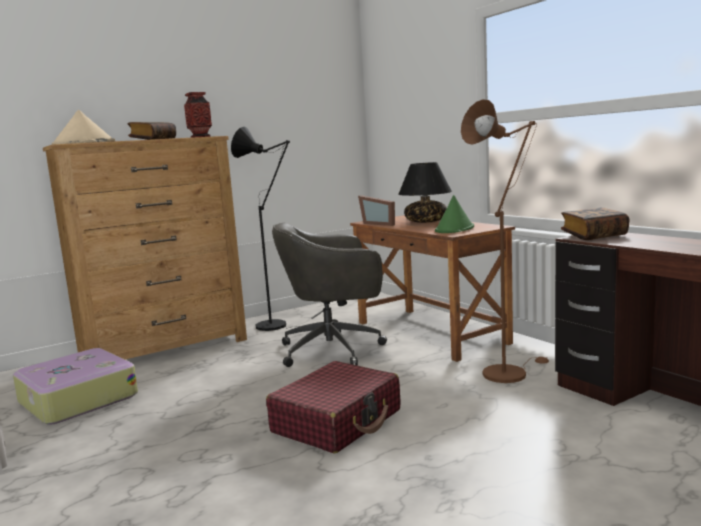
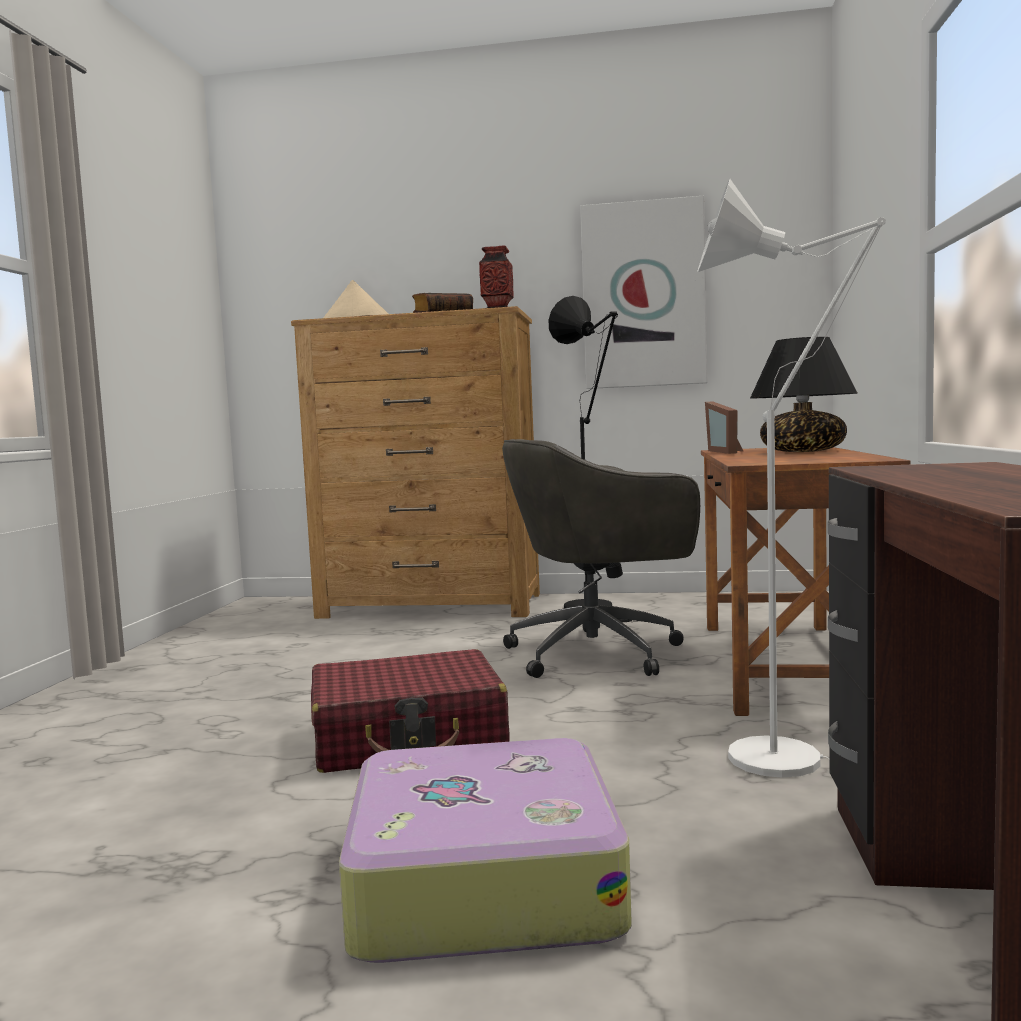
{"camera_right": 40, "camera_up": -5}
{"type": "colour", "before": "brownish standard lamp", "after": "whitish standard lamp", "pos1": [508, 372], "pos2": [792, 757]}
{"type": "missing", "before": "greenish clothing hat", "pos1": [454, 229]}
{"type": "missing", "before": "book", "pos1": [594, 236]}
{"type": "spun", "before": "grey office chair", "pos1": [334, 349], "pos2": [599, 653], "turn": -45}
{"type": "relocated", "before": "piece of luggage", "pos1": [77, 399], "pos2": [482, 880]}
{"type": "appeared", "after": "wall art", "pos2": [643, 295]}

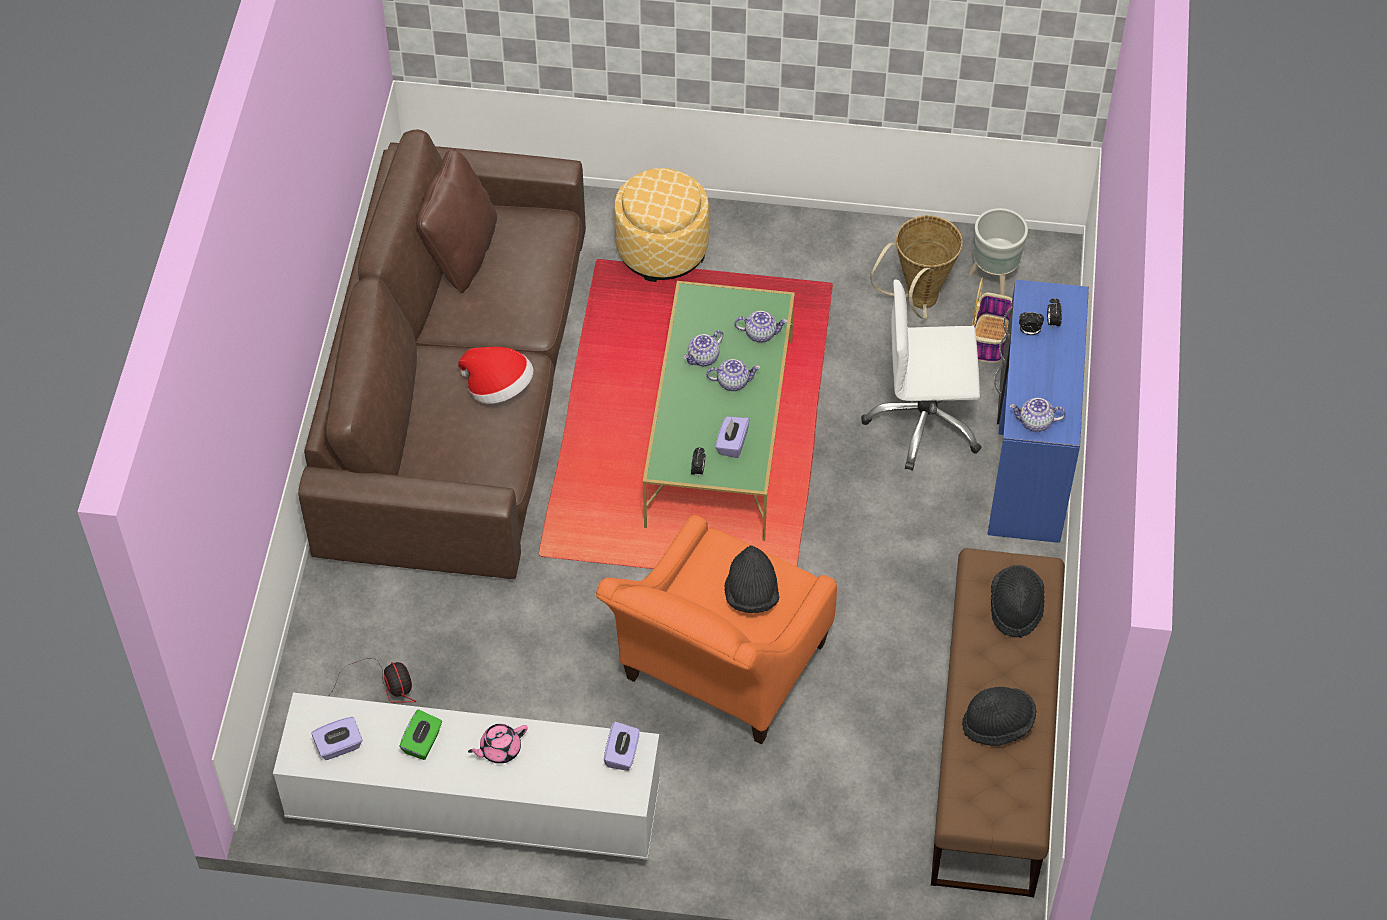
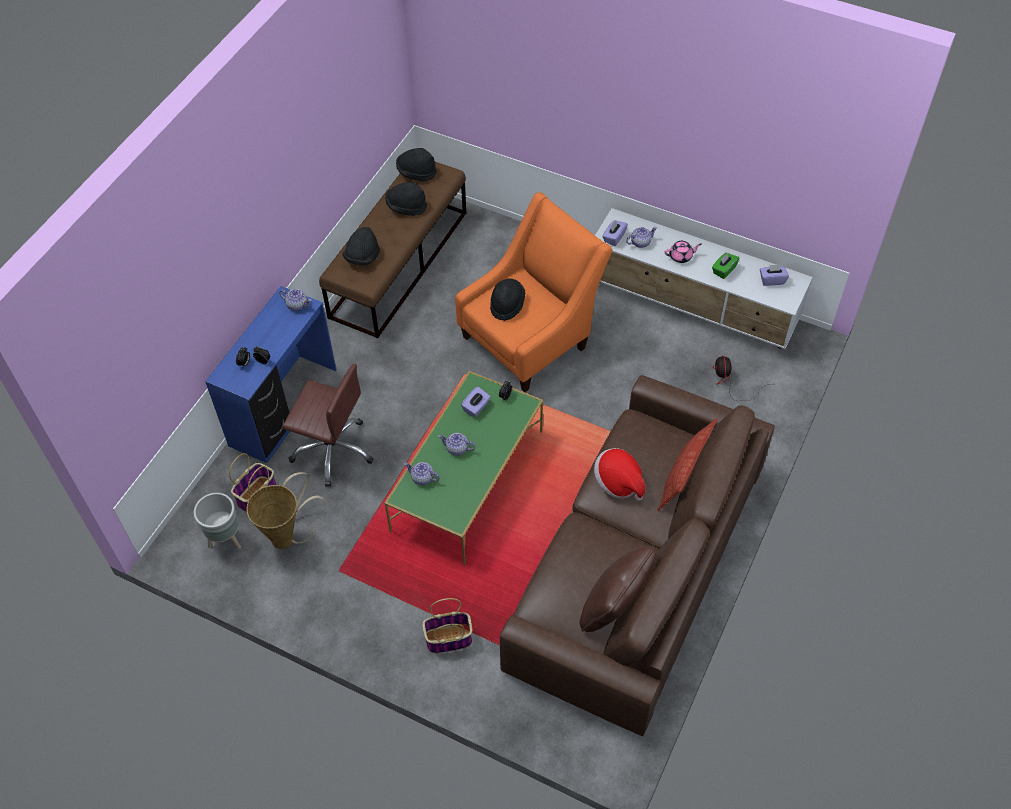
{"camera_right": -160, "camera_up": 0}
{"type": "exchanged", "before": "footrest", "after": "basket", "pos1": [662, 249], "pos2": [448, 639]}
{"type": "colour", "before": "whitish office chair", "after": "brownish office chair", "pos1": [924, 422], "pos2": [333, 450]}
{"type": "relocated", "before": "tea pot", "pos1": [703, 358], "pos2": [640, 242]}
{"type": "appeared", "after": "black clothing hat", "pos2": [416, 172]}
{"type": "appeared", "after": "pillow", "pos2": [683, 477]}

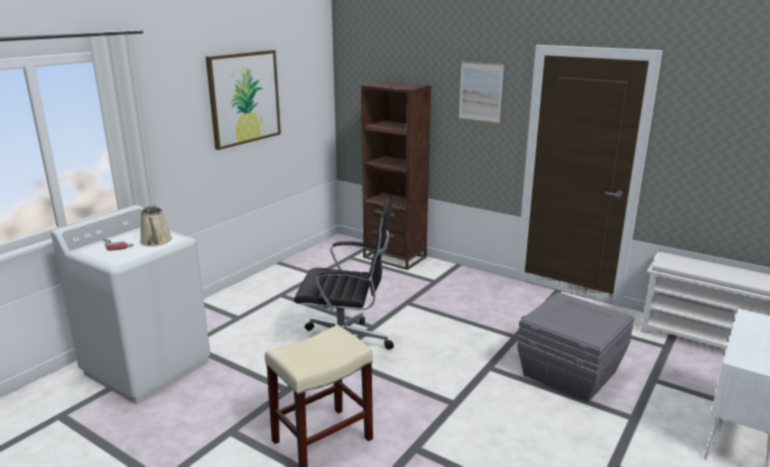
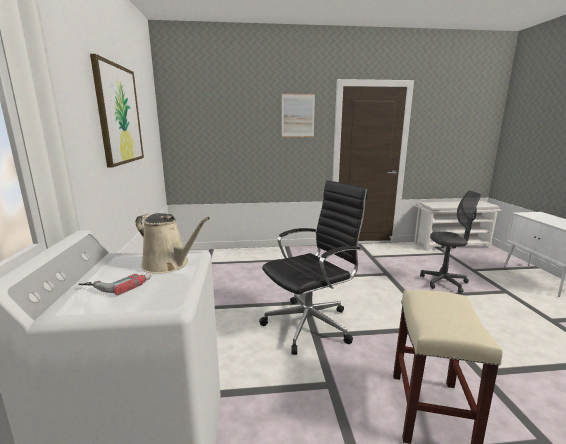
{"camera_right": -40, "camera_up": -5}
{"type": "missing", "before": "brownish shelving unit", "pos1": [394, 257]}
{"type": "exchanged", "before": "grey storage box", "after": "grey office chair", "pos1": [568, 373], "pos2": [444, 282]}

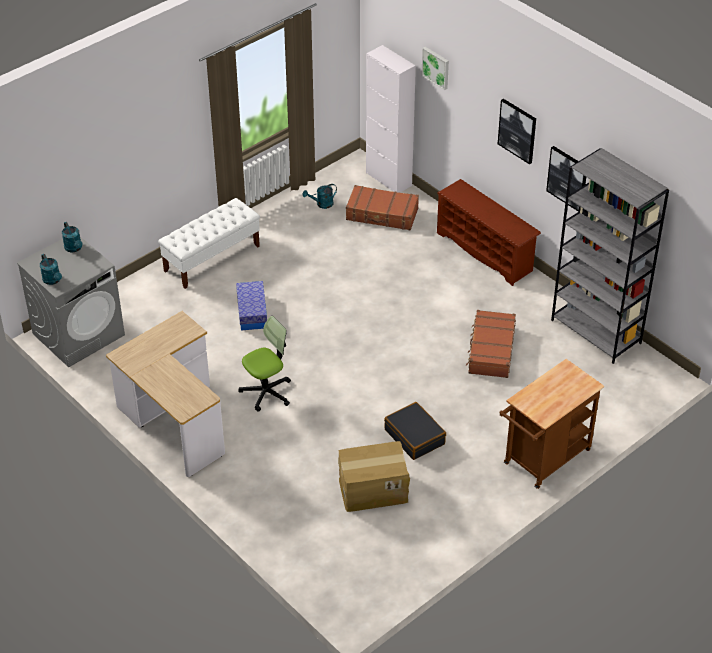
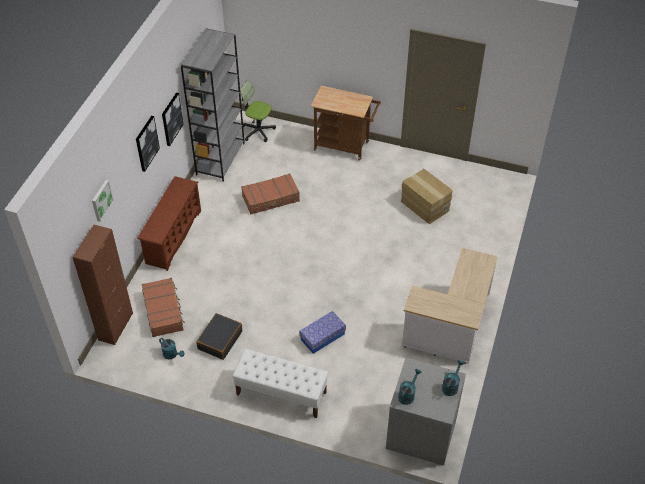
{"camera_right": -120, "camera_up": 5}
{"type": "colour", "before": "whitish cupboard", "after": "brownish cupboard", "pos1": [388, 179], "pos2": [115, 326]}
{"type": "relocated", "before": "office chair", "pos1": [266, 392], "pos2": [258, 131]}
{"type": "relocated", "before": "black piece of luggage", "pos1": [415, 436], "pos2": [220, 340]}

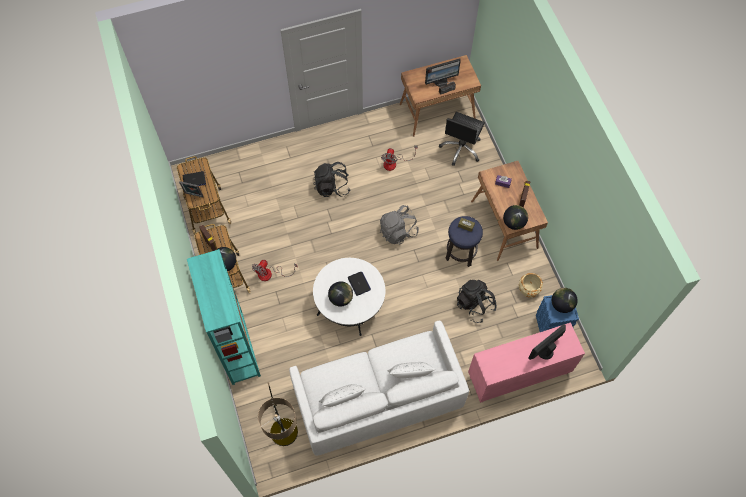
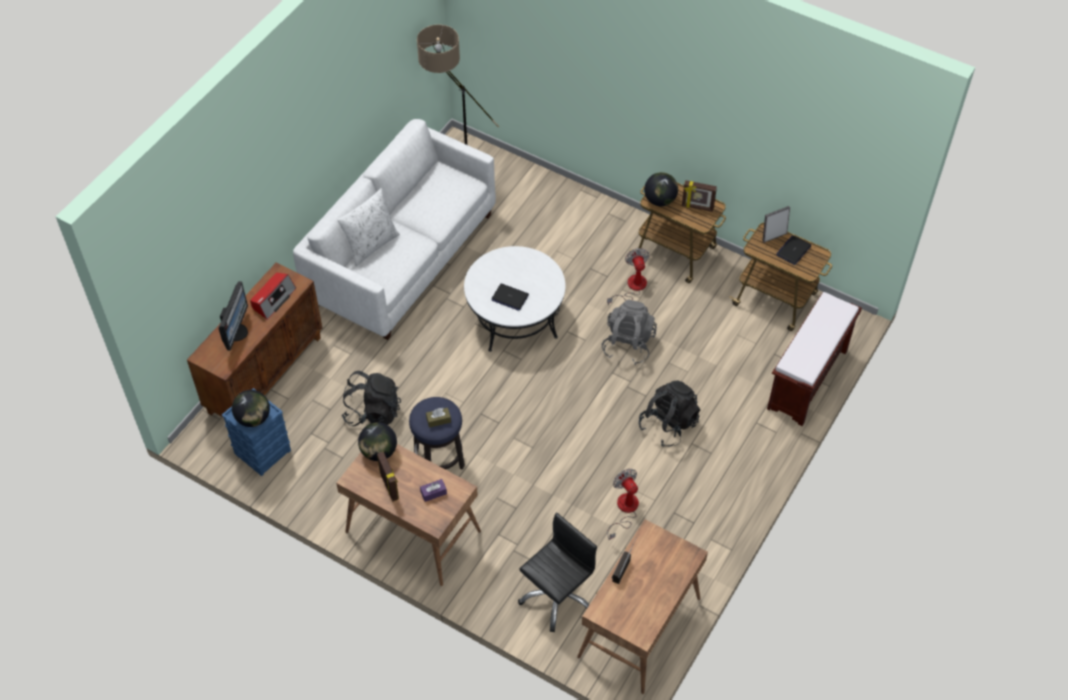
{"camera_right": 140, "camera_up": -10}
{"type": "missing", "before": "computer screen", "pos1": [441, 81]}
{"type": "spun", "before": "black office chair", "pos1": [461, 148], "pos2": [557, 596], "turn": 60}
{"type": "relocated", "before": "grey backpack", "pos1": [398, 231], "pos2": [628, 344]}
{"type": "missing", "before": "turquoise-coloured shelving unit", "pos1": [237, 348]}
{"type": "missing", "before": "beige-coloured plant pot", "pos1": [528, 290]}
{"type": "missing", "before": "world globe", "pos1": [341, 298]}
{"type": "colour", "before": "pink-coloured cupboard", "after": "brownish cupboard", "pos1": [518, 375], "pos2": [265, 374]}
{"type": "missing", "before": "whitish pillow", "pos1": [342, 401]}
{"type": "appeared", "after": "radio", "pos2": [273, 299]}
{"type": "appeared", "after": "brownish bench", "pos2": [807, 381]}

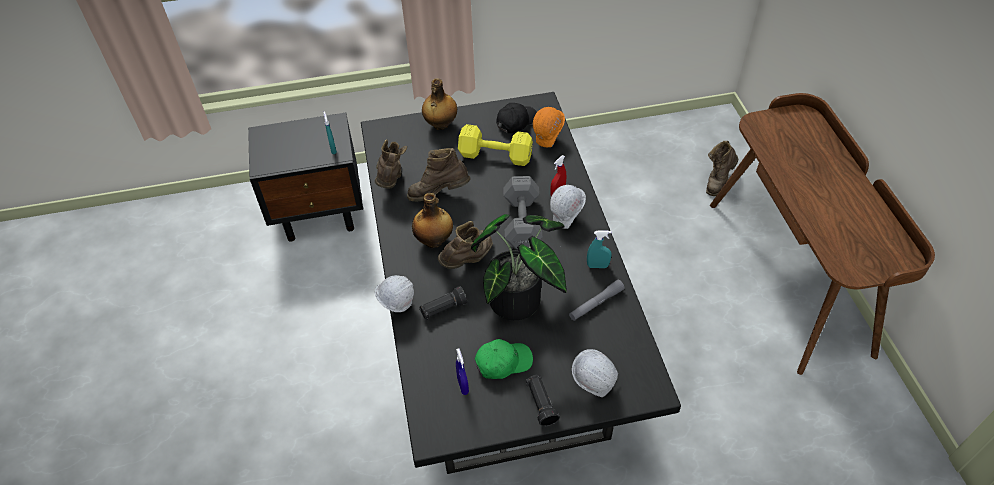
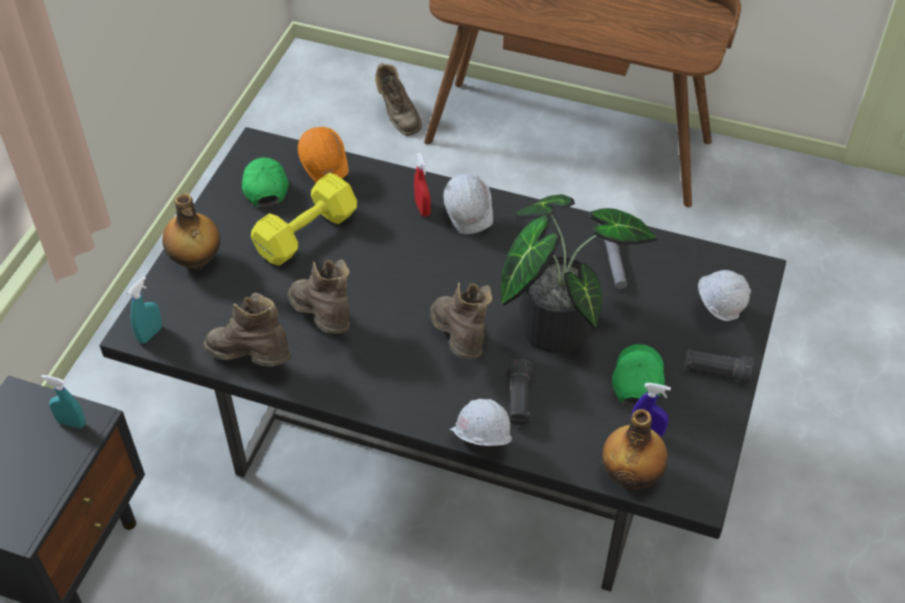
{"camera_right": -60, "camera_up": 0}
{"type": "colour", "before": "black baseball cap", "after": "greenish baseball cap", "pos1": [516, 121], "pos2": [265, 186]}
{"type": "spun", "before": "brownish tall boot", "pos1": [439, 194], "pos2": [324, 320], "turn": 120}
{"type": "missing", "before": "grey dumbbell", "pos1": [522, 221]}
{"type": "relocated", "before": "bottle", "pos1": [434, 241], "pos2": [631, 476]}
{"type": "relocated", "before": "turquoise-coloured hand sprayer", "pos1": [597, 266], "pos2": [150, 334]}

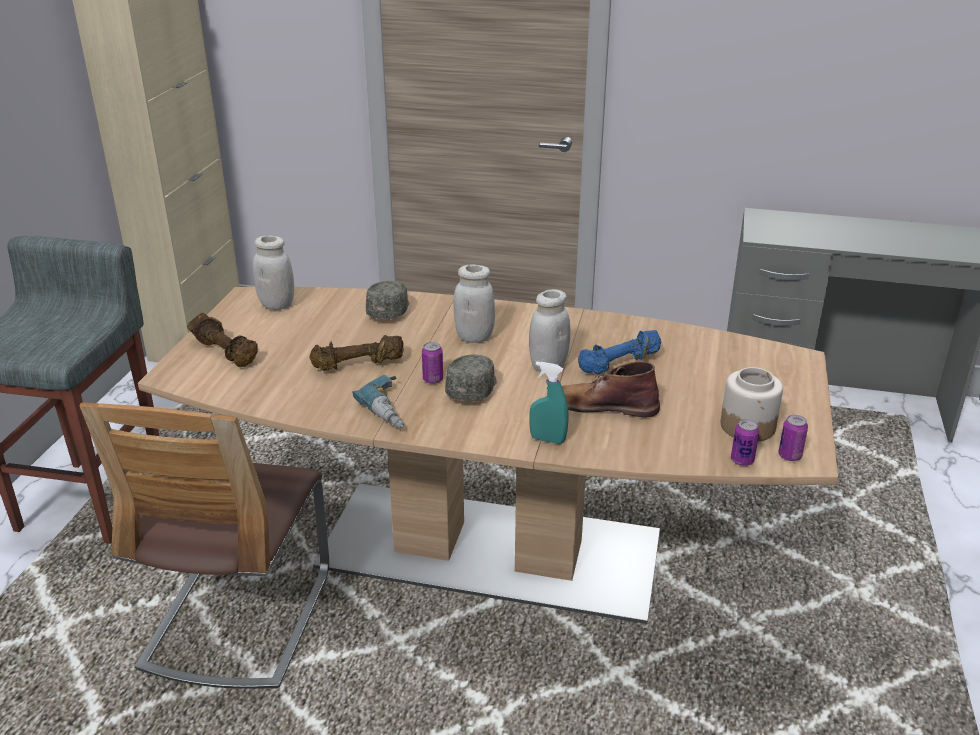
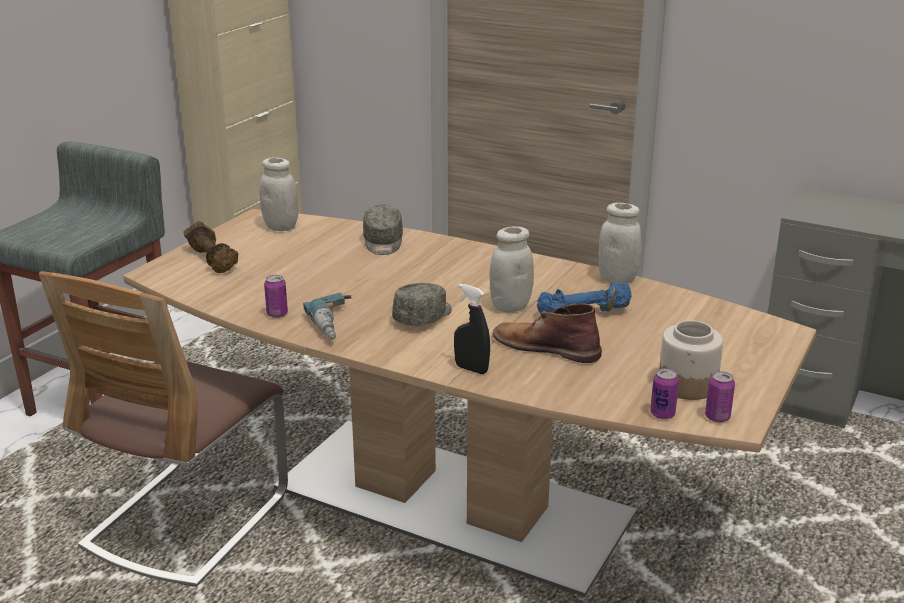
{"camera_right": 15, "camera_up": -5}
{"type": "relocated", "before": "whitish storage jar", "pos1": [474, 337], "pos2": [617, 279]}
{"type": "spun", "before": "grey baseball cap", "pos1": [389, 310], "pos2": [383, 242], "turn": 150}
{"type": "missing", "before": "brownish dumbbell", "pos1": [358, 365]}
{"type": "relocated", "before": "sealed can", "pos1": [433, 379], "pos2": [277, 314]}
{"type": "colour", "before": "turquoise-coloured hand sprayer", "after": "black hand sprayer", "pos1": [547, 439], "pos2": [471, 369]}

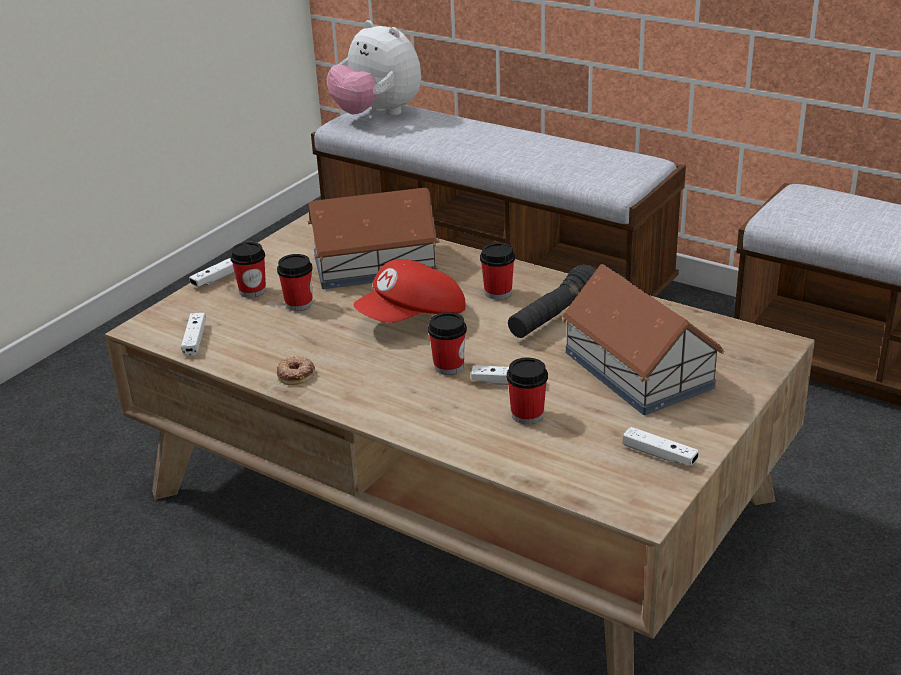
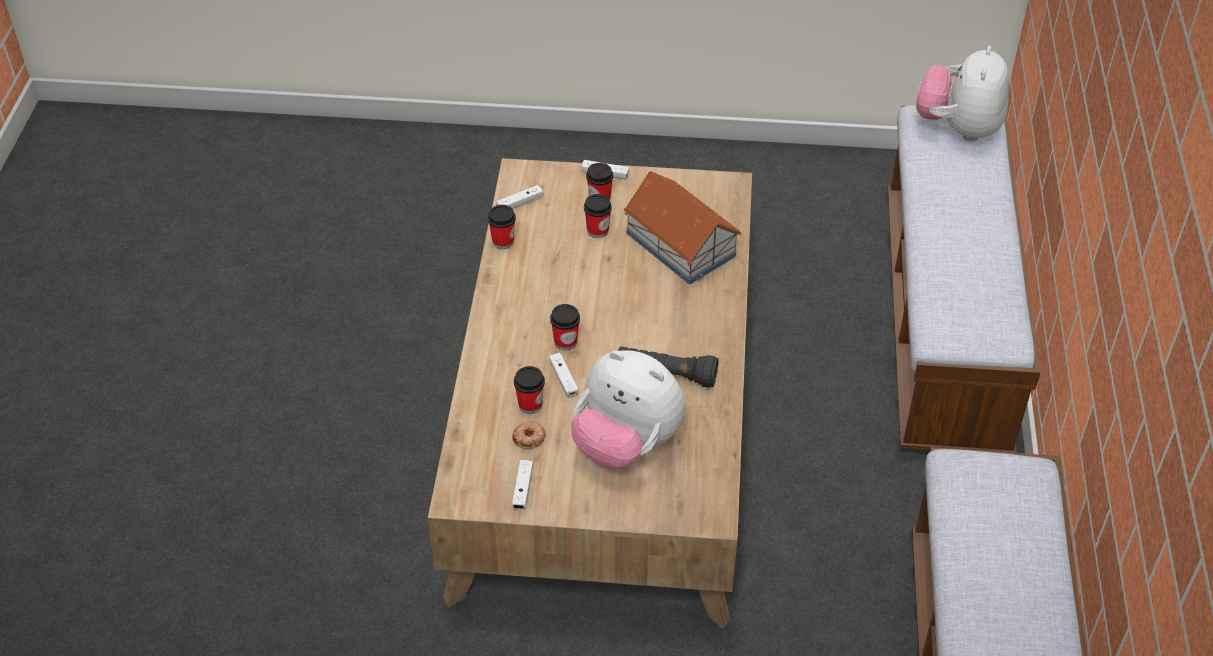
{"camera_right": 60, "camera_up": 15}
{"type": "relocated", "before": "drinking cup", "pos1": [498, 293], "pos2": [503, 241]}
{"type": "missing", "before": "red-coloured baseball cap", "pos1": [413, 318]}
{"type": "exchanged", "before": "model house", "after": "cuddly toy", "pos1": [638, 368], "pos2": [626, 444]}
{"type": "relocated", "before": "ring doughnut", "pos1": [296, 374], "pos2": [529, 438]}

